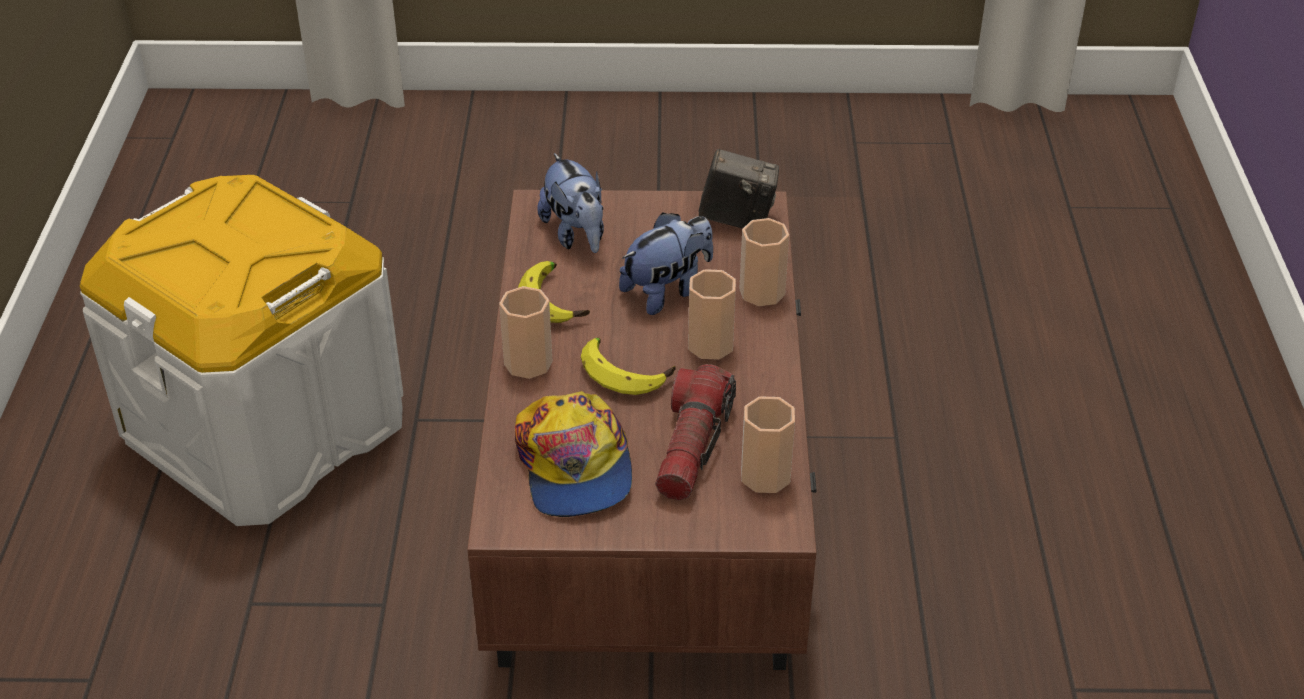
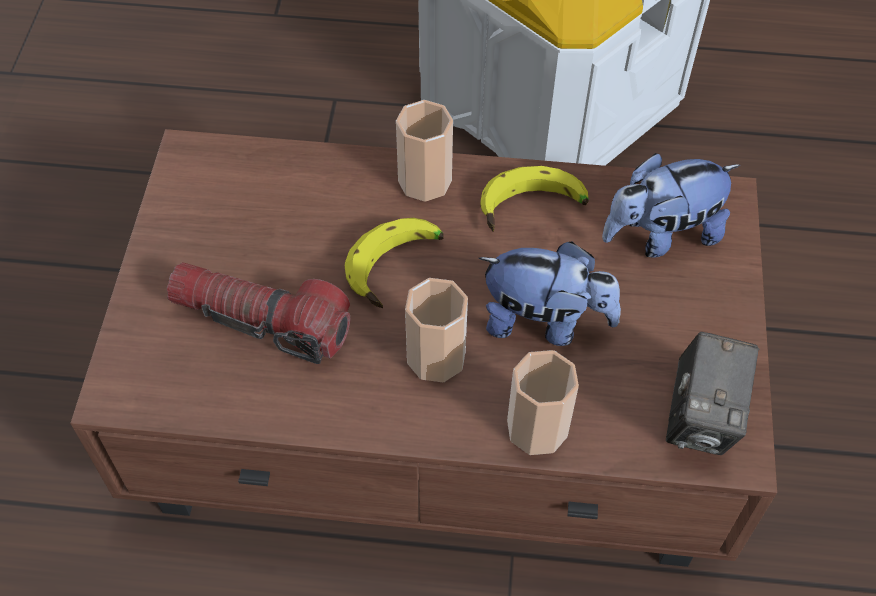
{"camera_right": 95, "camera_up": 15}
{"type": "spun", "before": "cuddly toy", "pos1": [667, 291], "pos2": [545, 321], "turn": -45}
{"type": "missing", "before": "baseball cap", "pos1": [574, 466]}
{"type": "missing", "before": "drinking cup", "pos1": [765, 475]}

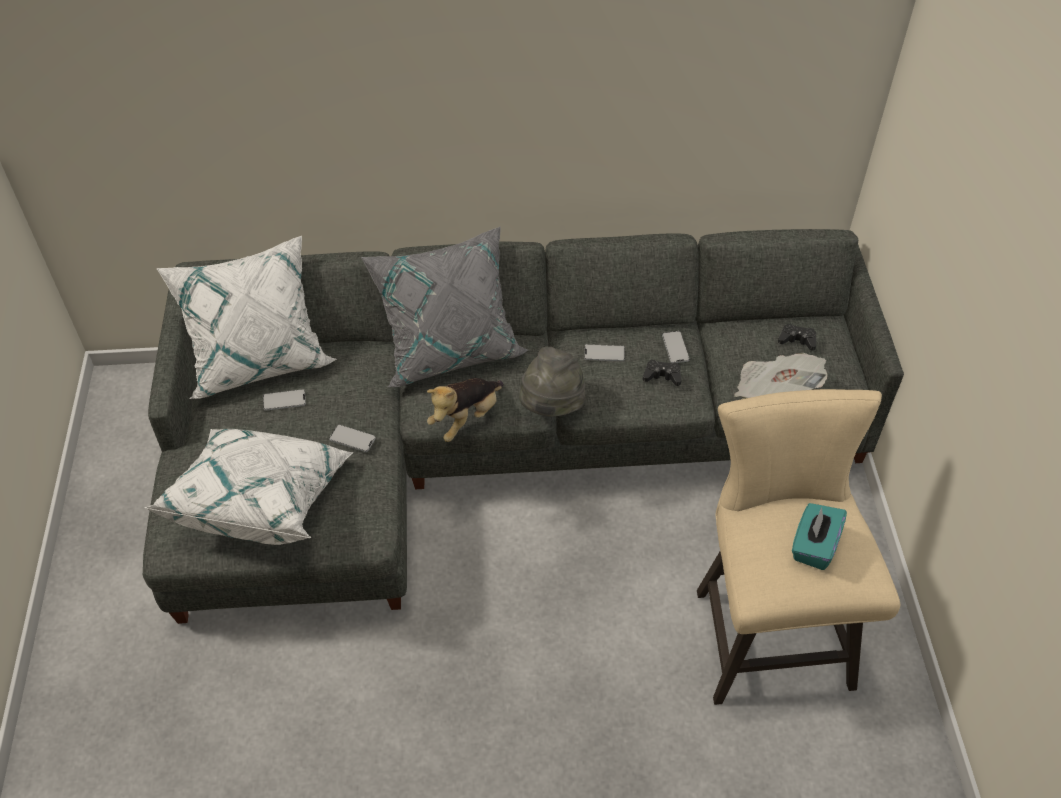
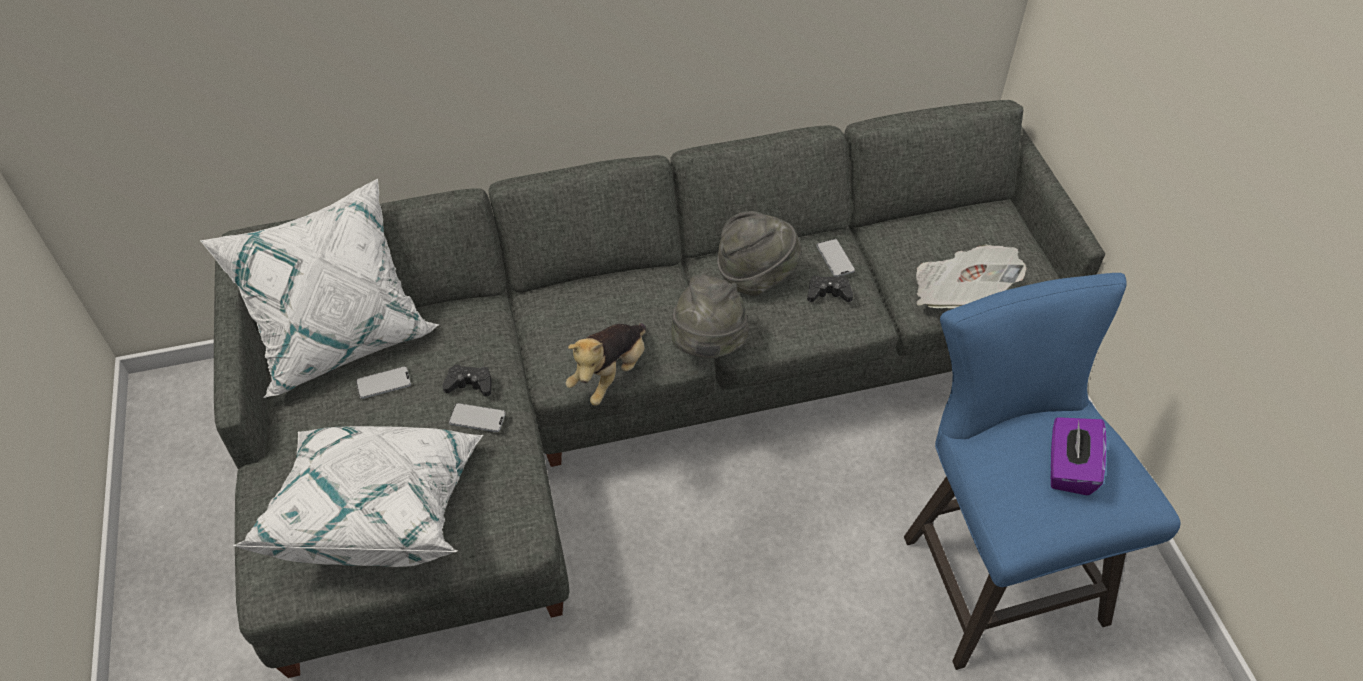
{"camera_right": -10, "camera_up": 0}
{"type": "missing", "before": "grey pillow", "pos1": [449, 347]}
{"type": "relocated", "before": "black joypad", "pos1": [797, 340], "pos2": [470, 384]}
{"type": "exchanged", "before": "phone", "after": "grey clothing hat", "pos1": [604, 353], "pos2": [756, 276]}
{"type": "colour", "before": "beige-coloured sitting stool", "after": "blue-coloured sitting stool", "pos1": [767, 627], "pos2": [993, 568]}
{"type": "colour", "before": "turquoise-coloured box of tissues", "after": "purple box of tissues", "pos1": [813, 546], "pos2": [1069, 468]}

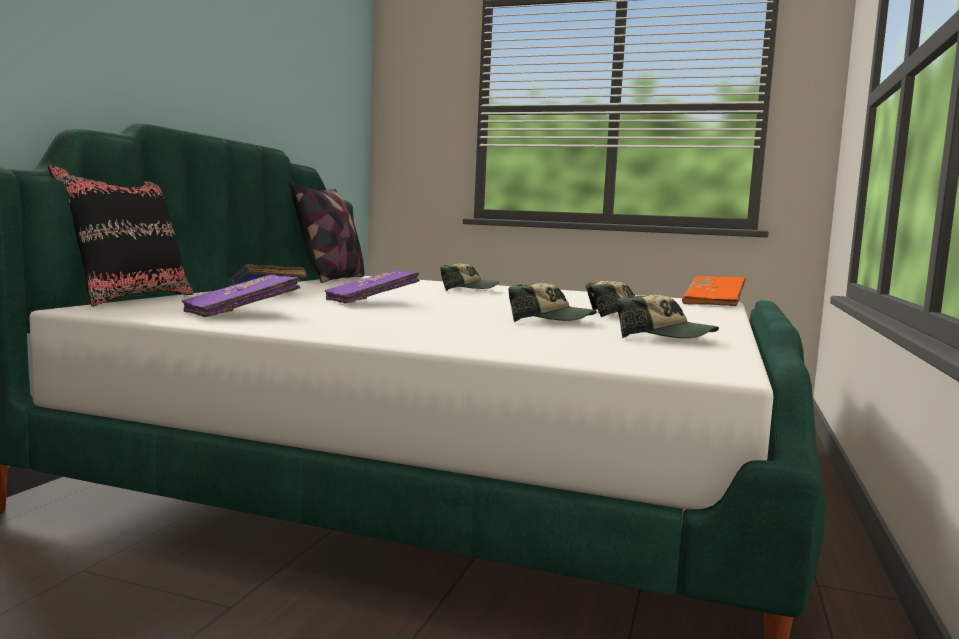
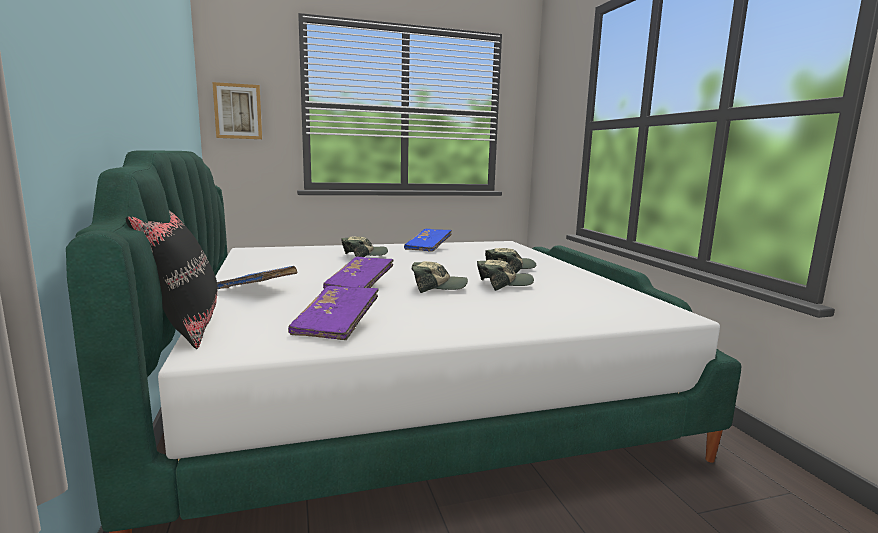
{"camera_right": -35, "camera_up": 5}
{"type": "missing", "before": "pillow", "pos1": [331, 279]}
{"type": "missing", "before": "orangey book", "pos1": [714, 303]}
{"type": "relocated", "before": "baseball cap", "pos1": [665, 337], "pos2": [438, 287]}
{"type": "appeared", "after": "wall art", "pos2": [238, 111]}
{"type": "appeared", "after": "blue-coloured book", "pos2": [428, 248]}

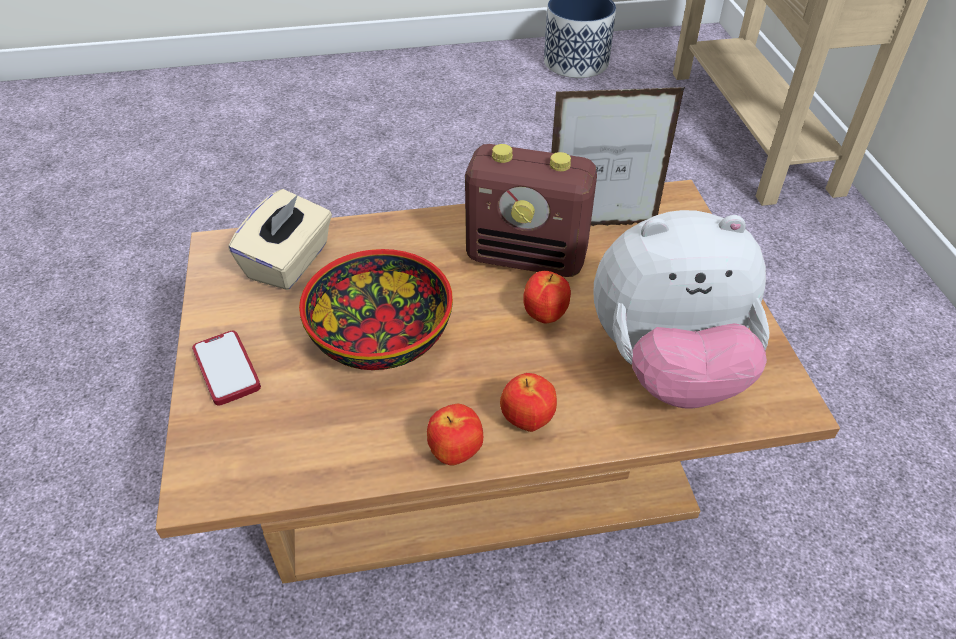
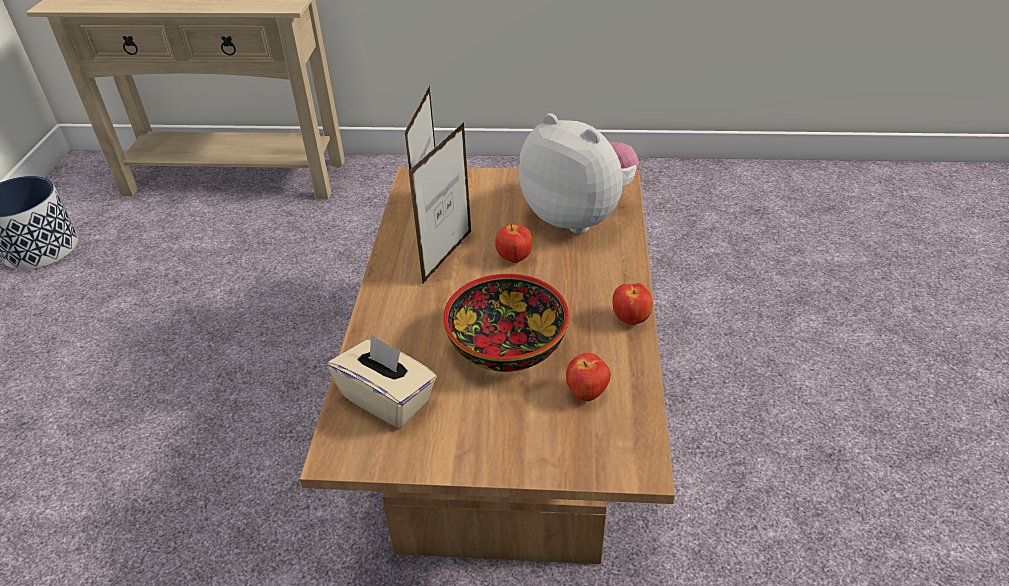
{"camera_right": -75, "camera_up": -5}
{"type": "exchanged", "before": "radio", "after": "picture frame", "pos1": [527, 257], "pos2": [448, 256]}
{"type": "spun", "before": "cuddly toy", "pos1": [667, 366], "pos2": [577, 216], "turn": -60}
{"type": "missing", "before": "phone", "pos1": [226, 369]}
{"type": "relocated", "before": "apple fruit", "pos1": [526, 421], "pos2": [586, 394]}

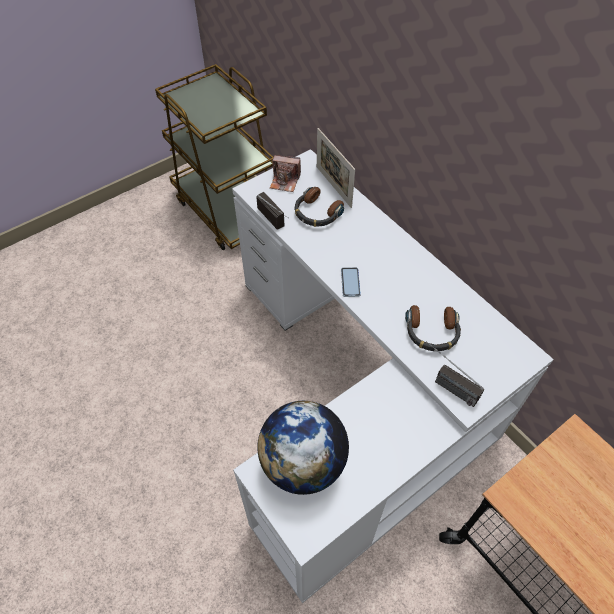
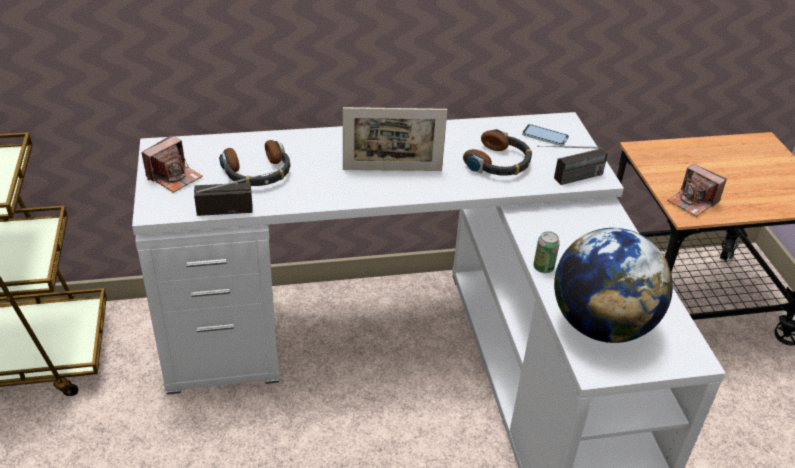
{"camera_right": -65, "camera_up": -15}
{"type": "relocated", "before": "picture frame", "pos1": [333, 186], "pos2": [392, 170]}
{"type": "relocated", "before": "phone", "pos1": [350, 282], "pos2": [545, 136]}
{"type": "appeared", "after": "photo camera", "pos2": [692, 202]}
{"type": "appeared", "after": "sealed can", "pos2": [543, 267]}

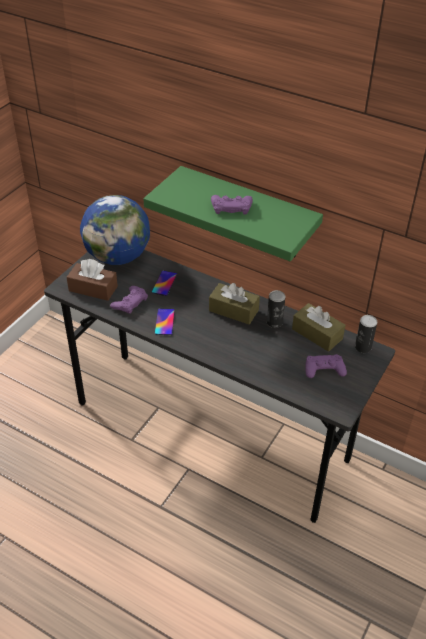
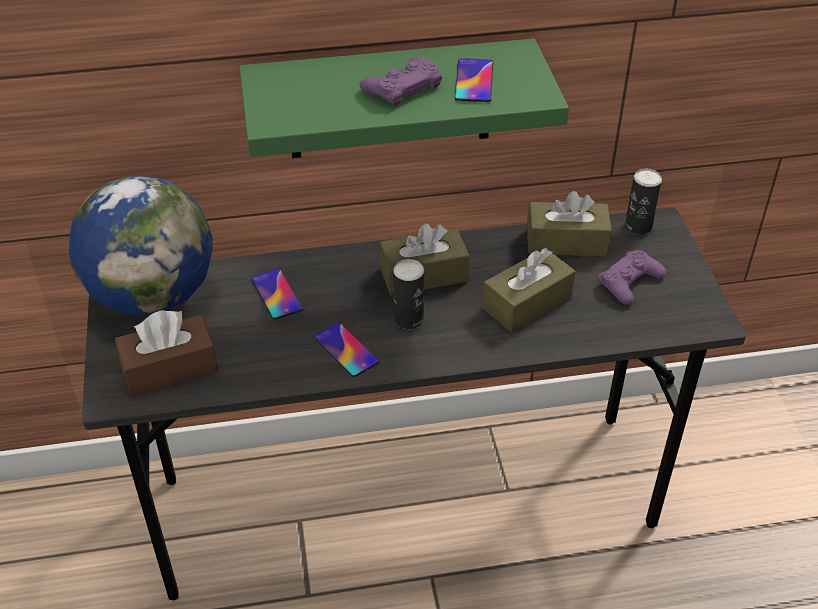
{"camera_right": -40, "camera_up": 0}
{"type": "missing", "before": "purple joypad", "pos1": [129, 302]}
{"type": "relocated", "before": "sealed can", "pos1": [274, 322], "pos2": [408, 319]}
{"type": "appeared", "after": "phone", "pos2": [474, 81]}
{"type": "appeared", "after": "brownish box of tissues", "pos2": [527, 302]}

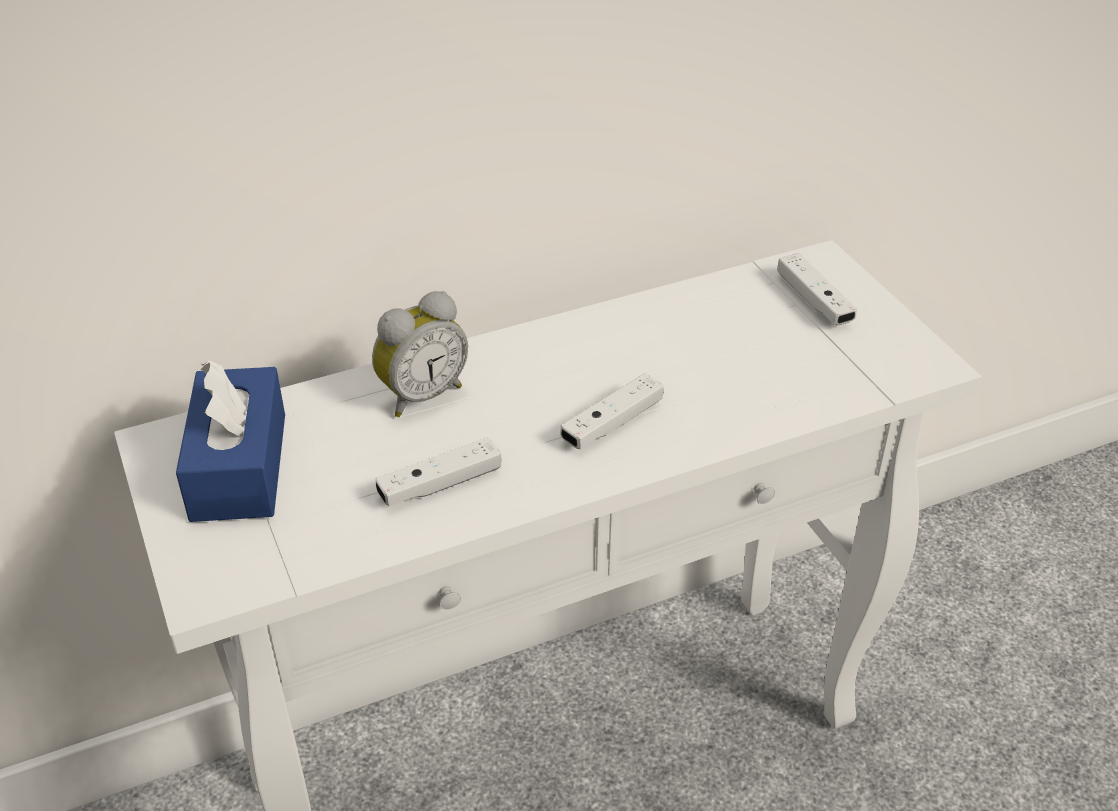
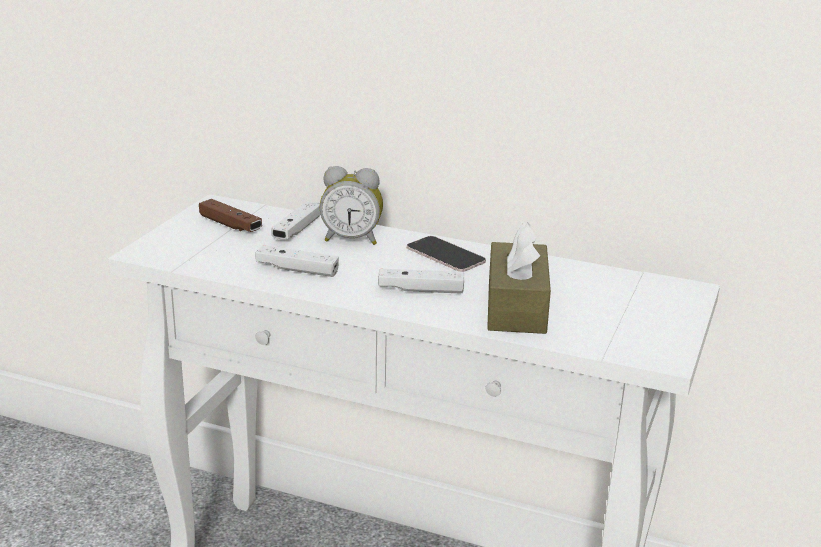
{"camera_right": 45, "camera_up": -15}
{"type": "relocated", "before": "whitish joypad", "pos1": [814, 301], "pos2": [297, 230]}
{"type": "exchanged", "before": "blue-coloured box of tissues", "after": "brownish joypad", "pos1": [239, 466], "pos2": [230, 225]}
{"type": "appeared", "after": "brownish box of tissues", "pos2": [516, 307]}
{"type": "appeared", "after": "phone", "pos2": [445, 255]}

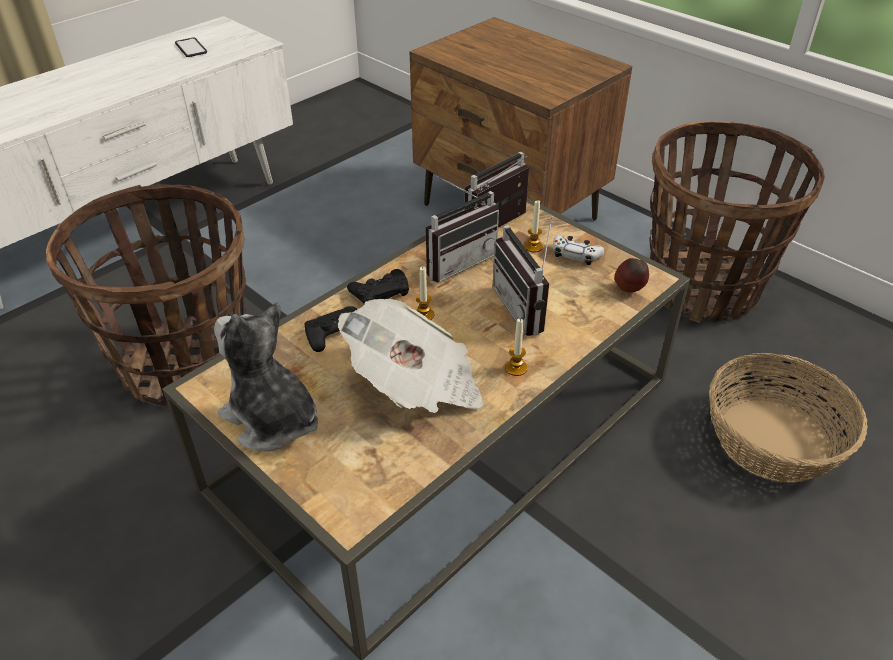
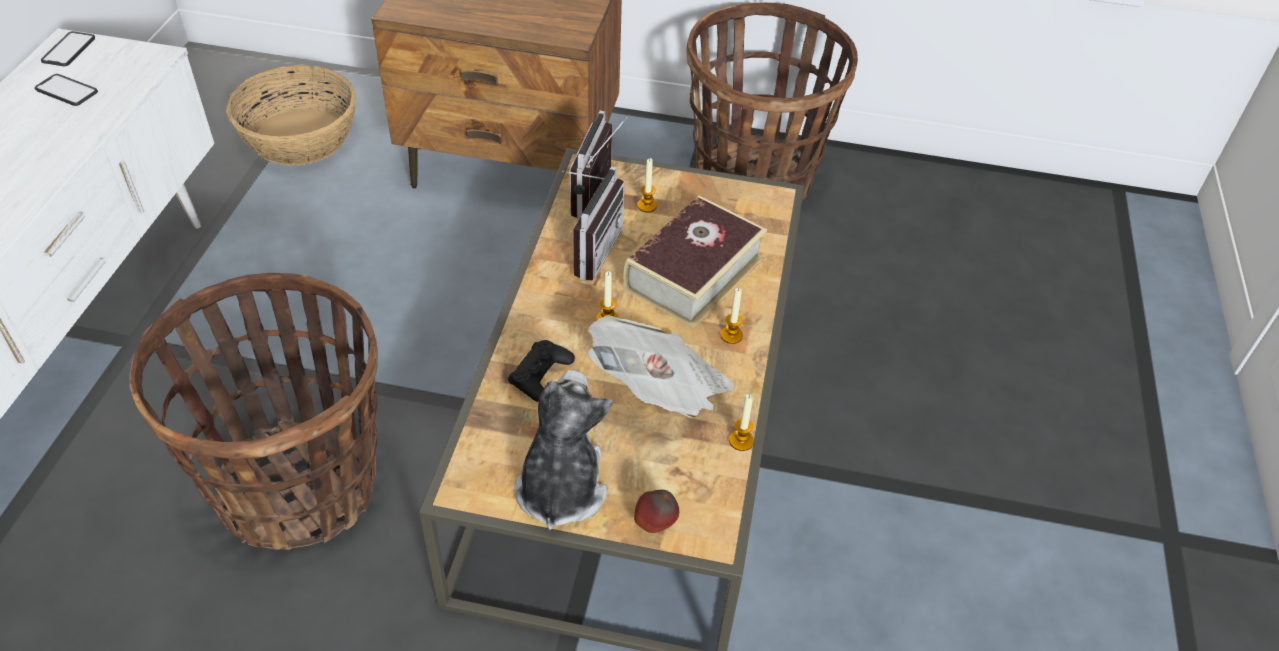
{"camera_right": -35, "camera_up": 5}
{"type": "exchanged", "before": "radio", "after": "book", "pos1": [527, 308], "pos2": [694, 272]}
{"type": "missing", "before": "whitish joypad", "pos1": [576, 255]}
{"type": "relocated", "before": "apple fruit", "pos1": [629, 290], "pos2": [655, 525]}
{"type": "missing", "before": "black joypad", "pos1": [380, 292]}
{"type": "spun", "before": "cuddly toy", "pos1": [272, 419], "pos2": [560, 487], "turn": 90}
{"type": "relocated", "before": "basket", "pos1": [773, 440], "pos2": [301, 137]}
{"type": "appeared", "after": "phone", "pos2": [69, 50]}
{"type": "appeared", "after": "wax light", "pos2": [741, 441]}

